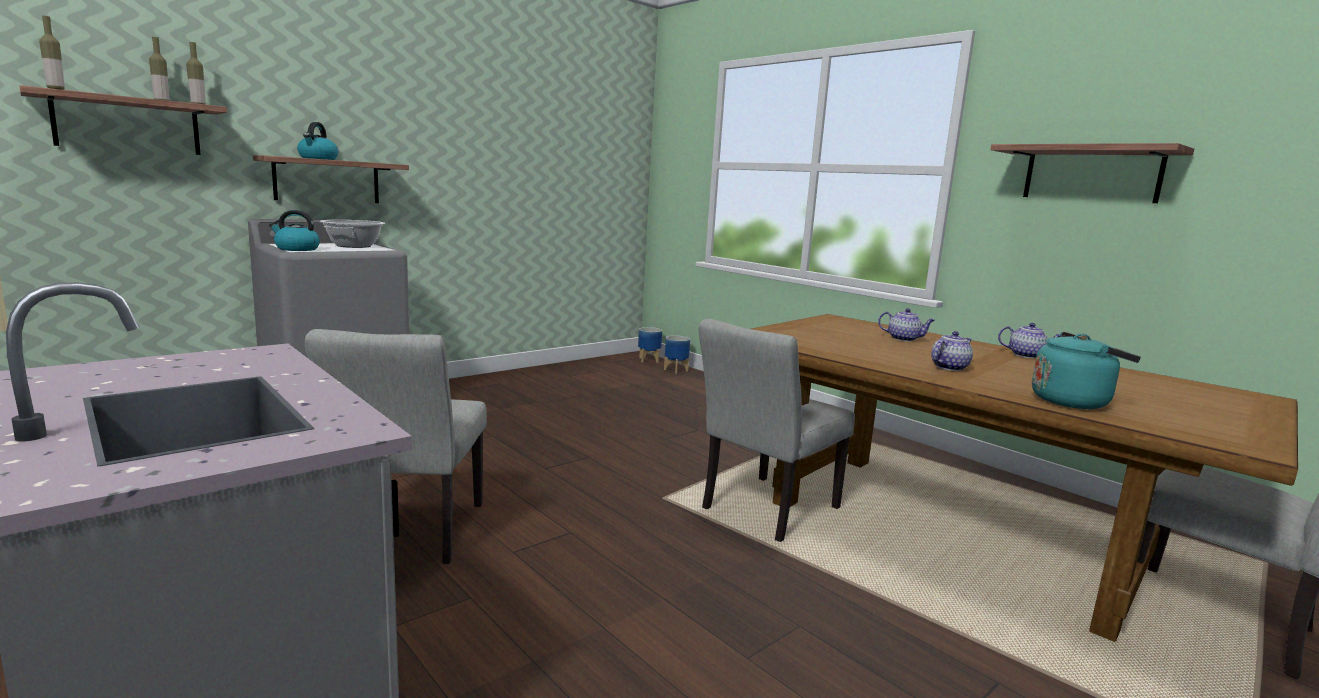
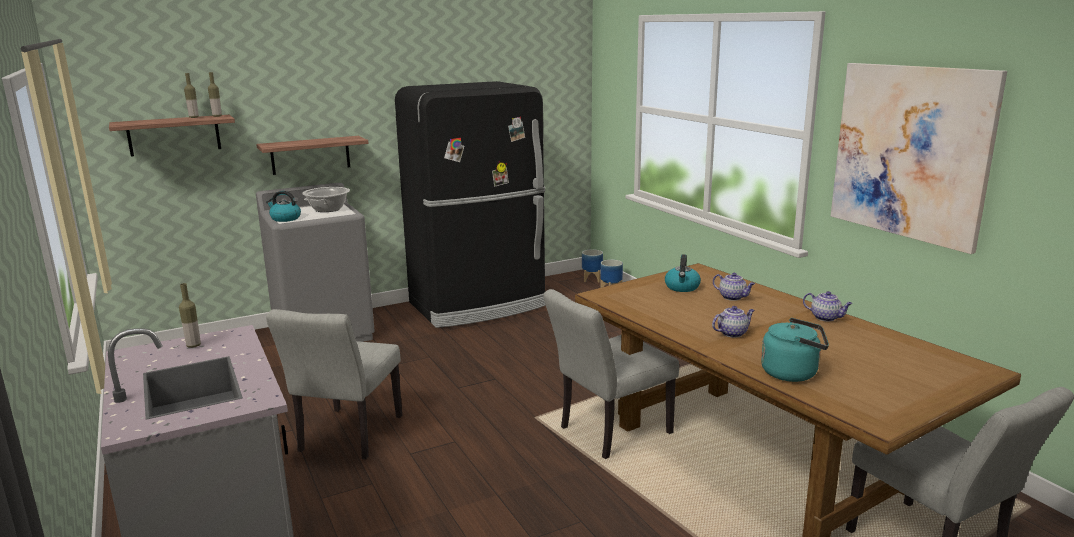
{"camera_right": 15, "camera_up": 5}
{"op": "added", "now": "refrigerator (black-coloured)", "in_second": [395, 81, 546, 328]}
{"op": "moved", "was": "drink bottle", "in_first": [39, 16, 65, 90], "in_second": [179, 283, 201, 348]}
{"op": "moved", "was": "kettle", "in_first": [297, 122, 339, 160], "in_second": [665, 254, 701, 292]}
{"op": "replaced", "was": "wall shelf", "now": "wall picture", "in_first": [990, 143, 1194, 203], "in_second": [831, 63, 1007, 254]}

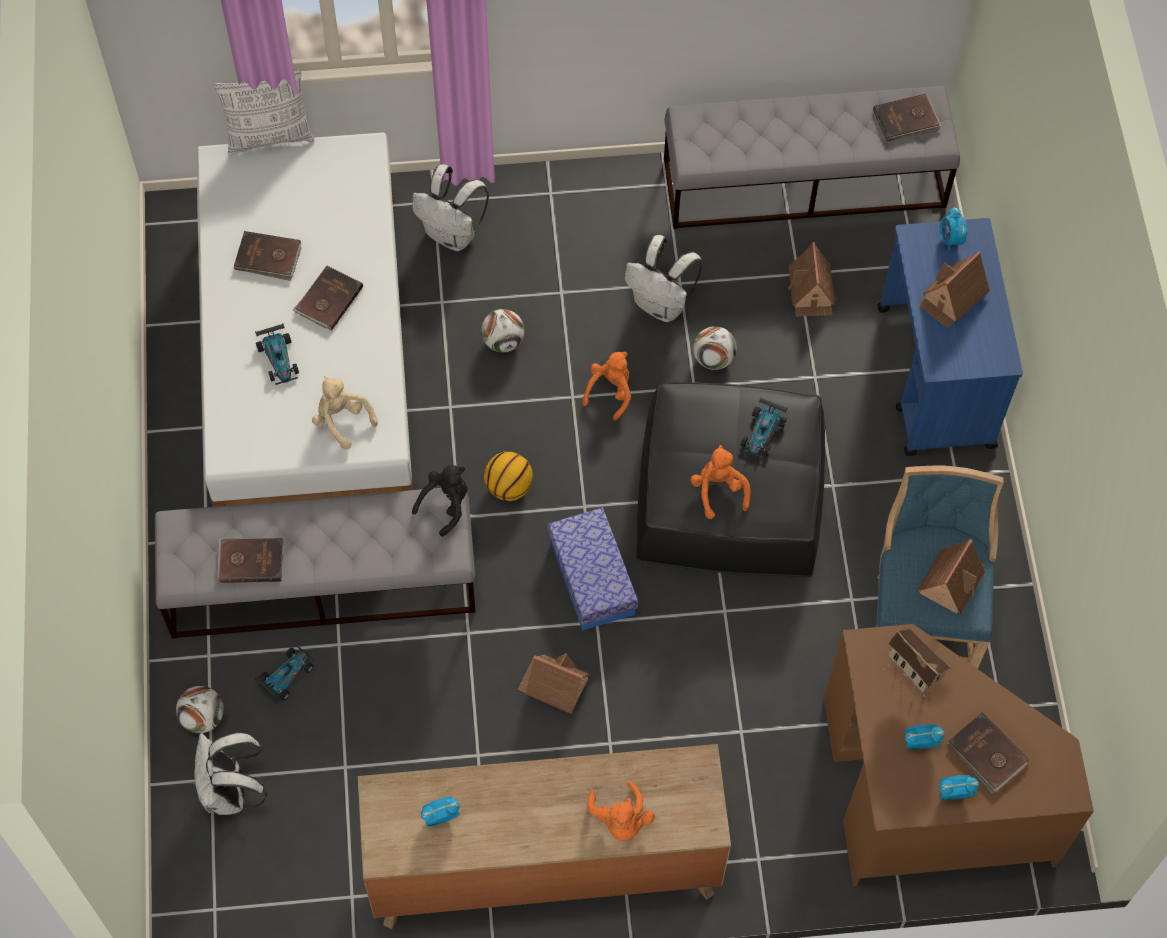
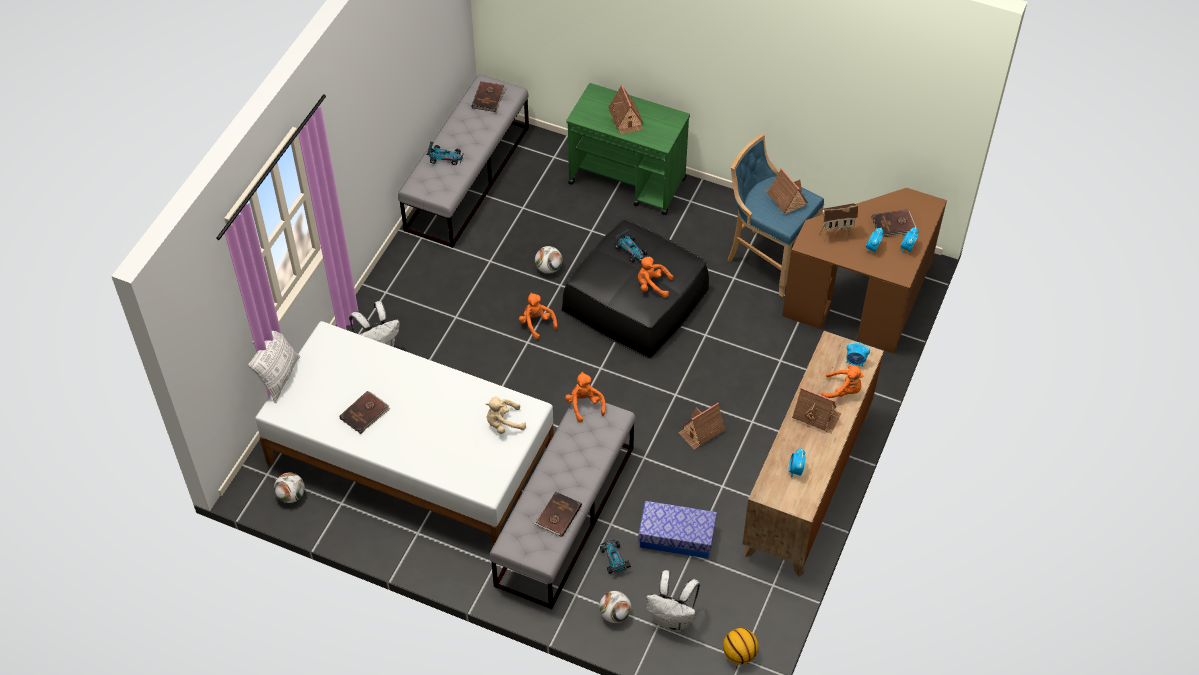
{"camera_right": -60, "camera_up": -10}
{"op": "removed", "was": "volume (brown)", "in_first": [293, 266, 363, 330]}
{"op": "removed", "was": "backpack (white-coloured)", "in_first": [625, 235, 703, 322]}
{"op": "moved", "was": "toy car", "in_first": [255, 323, 299, 385], "in_second": [426, 142, 464, 165]}
{"op": "moved", "was": "football", "in_first": [481, 309, 524, 352], "in_second": [274, 473, 305, 503]}
{"op": "moved", "was": "ball for basketball", "in_first": [484, 451, 533, 501], "in_second": [723, 628, 758, 665]}
{"op": "moved", "was": "storage box", "in_first": [548, 507, 638, 631], "in_second": [638, 501, 717, 559]}
{"op": "moved", "was": "model house", "in_first": [788, 242, 835, 317], "in_second": [792, 387, 841, 434]}
{"op": "moved", "was": "bedside clock", "in_first": [940, 207, 968, 251], "in_second": [846, 342, 870, 367]}
{"op": "recoloured", "was": "cuddly toy (black-coloured)", "now": "cuddly toy (orange)", "in_first": [412, 465, 467, 536], "in_second": [565, 372, 606, 423]}
{"op": "recoloured", "was": "cart (blue)", "now": "cart (green-coloured)", "in_first": [877, 218, 1023, 456], "in_second": [566, 83, 690, 215]}

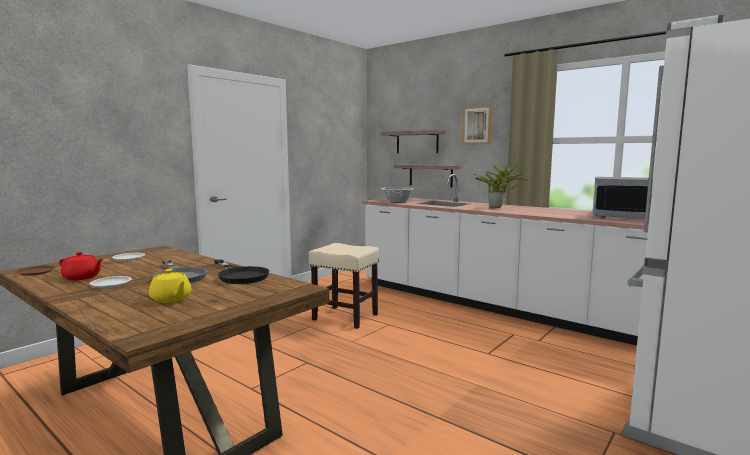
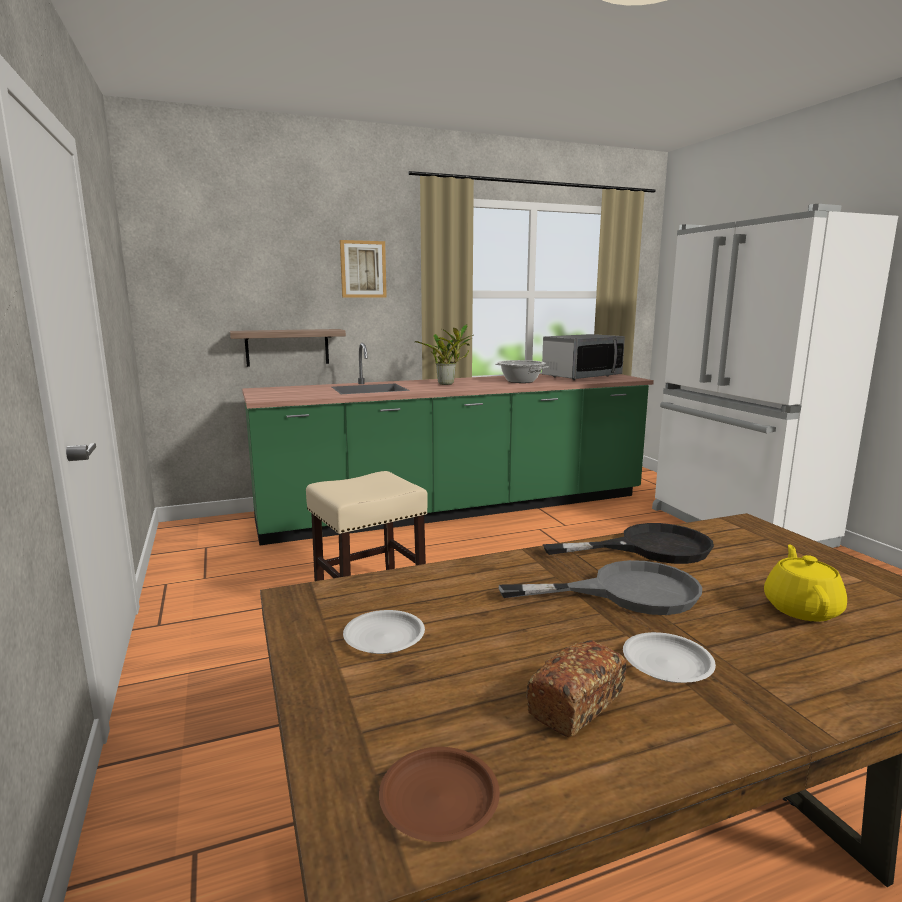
{"camera_right": -60, "camera_up": 5}
{"op": "removed", "was": "wall shelf", "in_first": [381, 130, 446, 153]}
{"op": "moved", "was": "cooking pot", "in_first": [381, 187, 414, 203], "in_second": [495, 360, 549, 383]}
{"op": "replaced", "was": "tea pot (reddish)", "now": "baked bread", "in_first": [59, 252, 103, 280], "in_second": [526, 640, 627, 737]}
{"op": "recoloured", "was": "kitchen base unit (white-coloured)", "now": "kitchen base unit (green-coloured)", "in_first": [362, 174, 648, 346], "in_second": [242, 343, 654, 546]}
{"op": "turned", "was": "tea pot (yellow)", "in_first": [149, 269, 192, 303], "in_second": [764, 545, 847, 622], "clockwise": -60}

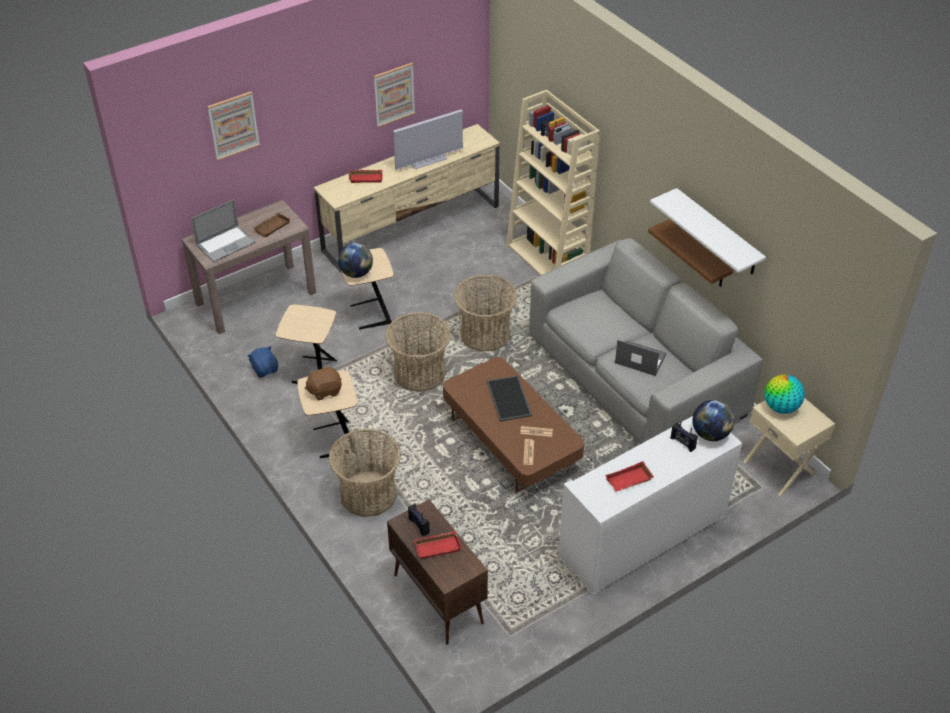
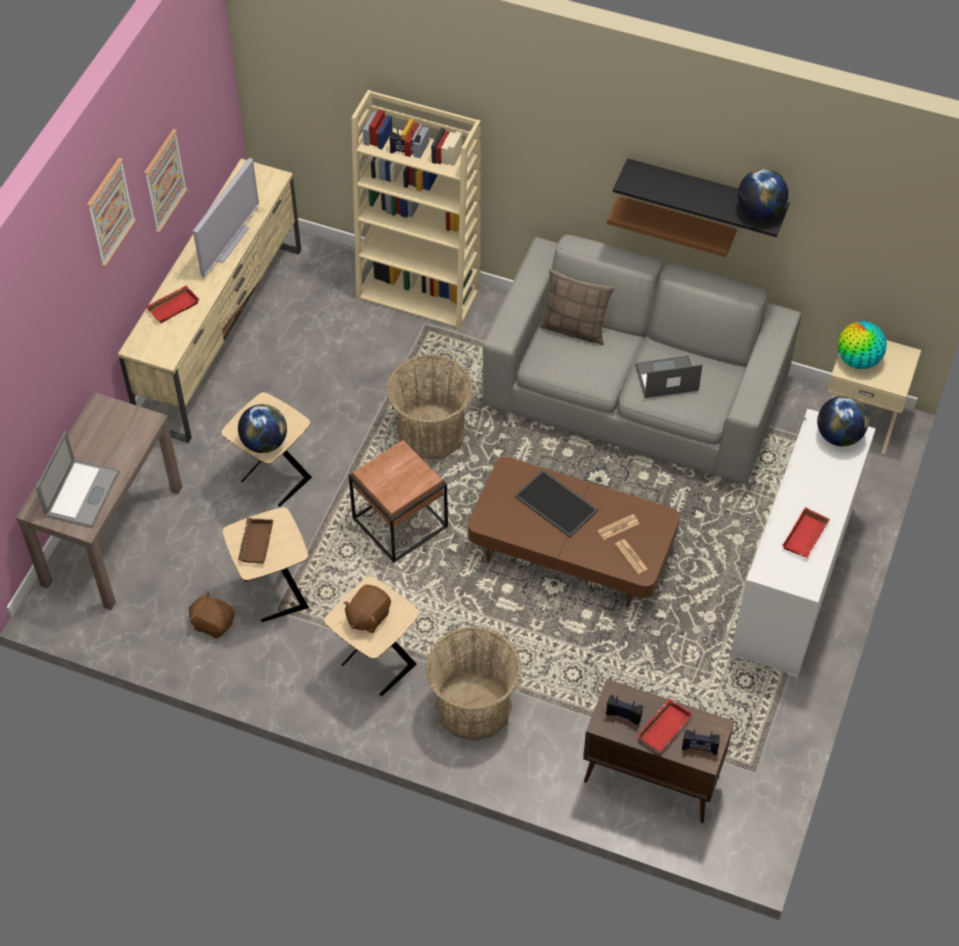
{"camera_right": -35, "camera_up": 10}
{"op": "added", "now": "cushion", "in_second": [540, 269, 615, 345]}
{"op": "added", "now": "globe", "in_second": [738, 168, 789, 219]}
{"op": "moved", "was": "wall picture", "in_first": [207, 91, 260, 161], "in_second": [87, 158, 136, 267]}
{"op": "moved", "was": "serving tray (brown)", "in_first": [253, 212, 290, 237], "in_second": [238, 518, 273, 563]}
{"op": "moved", "was": "radio", "in_first": [670, 421, 698, 452], "in_second": [682, 729, 720, 755]}
{"op": "replaced", "was": "storage basket", "now": "end table (brown)", "in_first": [385, 312, 451, 392], "in_second": [349, 440, 448, 563]}
{"op": "recoloured", "was": "cuddly toy (blue)", "now": "cuddly toy (brown)", "in_first": [247, 346, 278, 378], "in_second": [189, 591, 235, 639]}
{"op": "recoloured", "was": "wall shelf (white-coloured)", "now": "wall shelf (black-coloured)", "in_first": [650, 188, 766, 275], "in_second": [613, 158, 790, 237]}

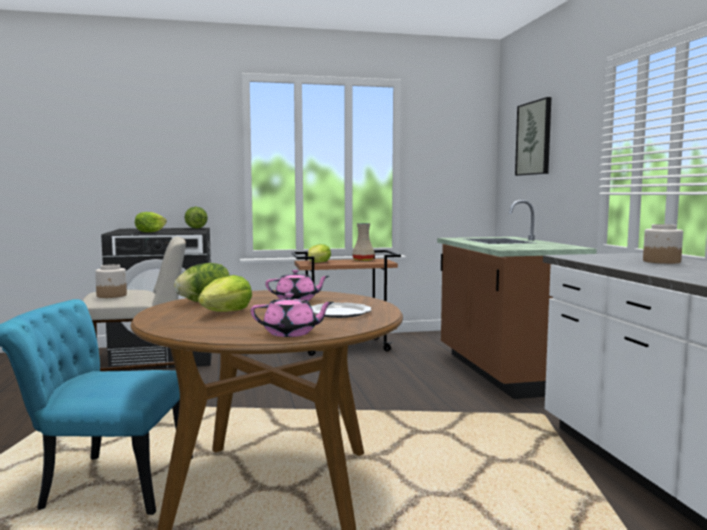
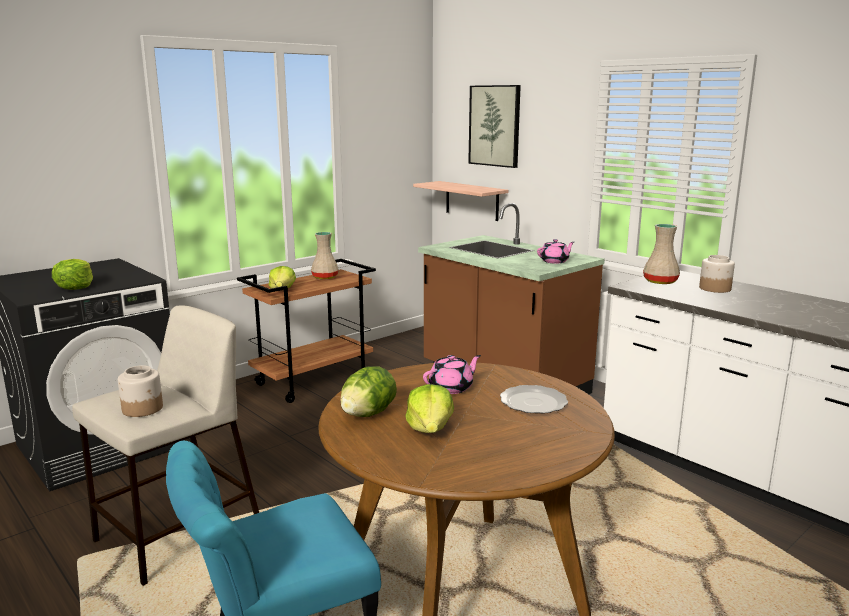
{"camera_right": -30, "camera_up": 10}
{"op": "removed", "was": "lettuce head", "in_first": [184, 207, 208, 229]}
{"op": "added", "now": "wall shelf", "in_second": [413, 181, 508, 221]}
{"op": "added", "now": "flower vase (sand-coloured)", "in_second": [643, 224, 680, 284]}
{"op": "moved", "was": "tea pot (pink)", "in_first": [250, 293, 334, 337], "in_second": [537, 239, 574, 264]}

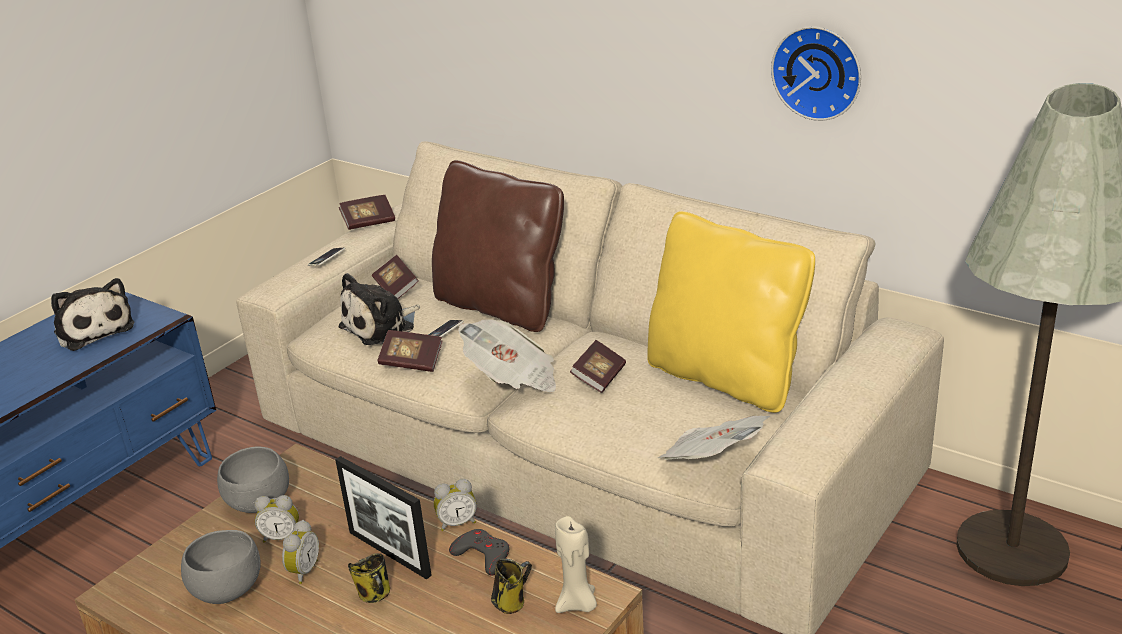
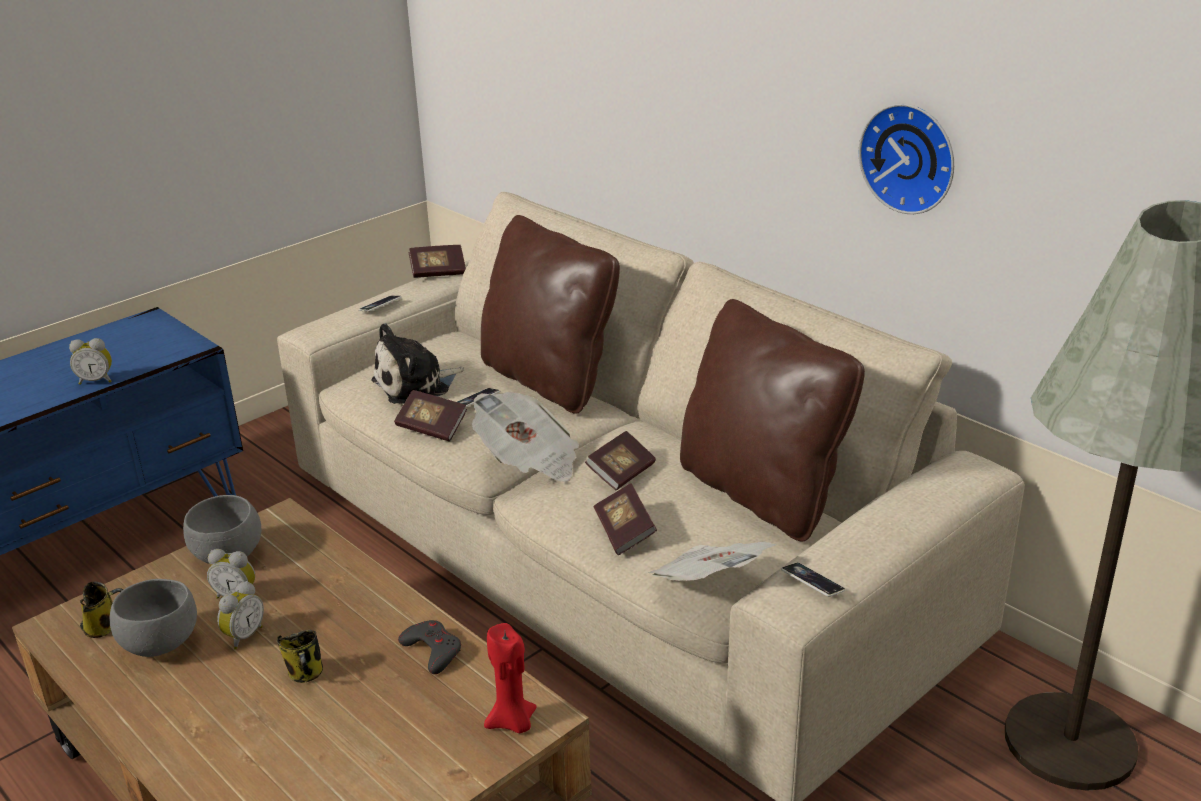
{"camera_right": 10, "camera_up": 0}
{"op": "removed", "was": "cuddly toy", "in_first": [51, 278, 135, 351]}
{"op": "removed", "was": "picture frame", "in_first": [335, 456, 432, 579]}
{"op": "added", "now": "telephone", "in_second": [781, 563, 845, 597]}
{"op": "moved", "was": "volume", "in_first": [372, 255, 419, 299], "in_second": [594, 483, 657, 555]}
{"op": "moved", "was": "bedside clock", "in_first": [434, 479, 477, 531], "in_second": [69, 338, 112, 385]}
{"op": "moved", "was": "coffee mug", "in_first": [491, 559, 532, 614], "in_second": [80, 581, 123, 638]}
{"op": "recoloured", "was": "wax light (sand-coloured)", "now": "wax light (reddish)", "in_first": [555, 516, 597, 613], "in_second": [484, 623, 537, 733]}
{"op": "recoloured", "was": "cushion (yellow)", "now": "cushion (brown)", "in_first": [647, 211, 815, 413], "in_second": [680, 299, 865, 542]}

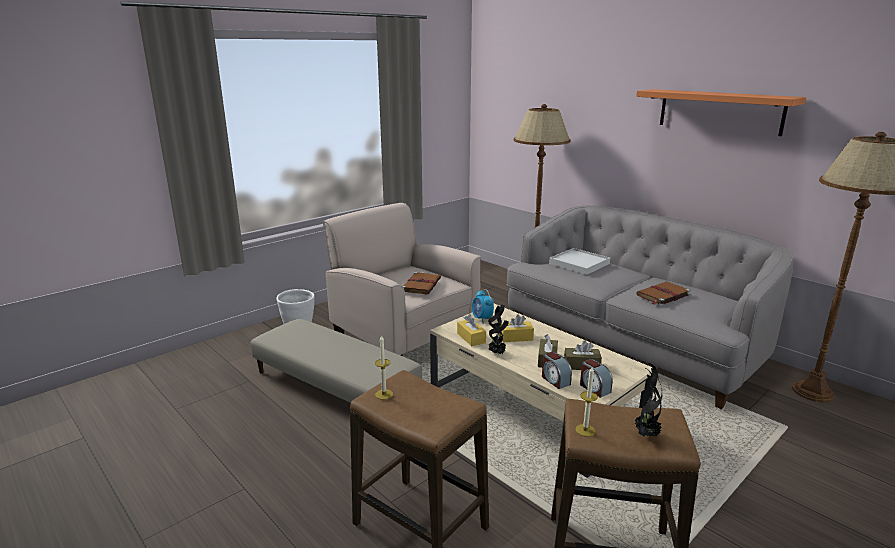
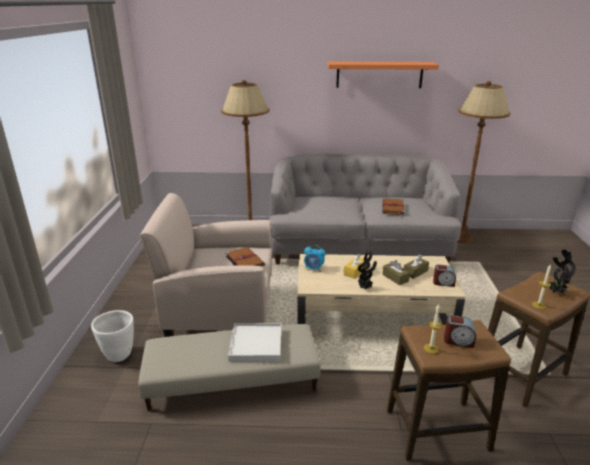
{"camera_right": -45, "camera_up": 5}
{"op": "removed", "was": "tissue box (yellow)", "in_first": [457, 314, 486, 346]}
{"op": "moved", "was": "bedside clock", "in_first": [542, 352, 572, 389], "in_second": [444, 315, 476, 348]}
{"op": "moved", "was": "serving tray (white-coloured)", "in_first": [549, 248, 610, 275], "in_second": [228, 323, 281, 362]}

